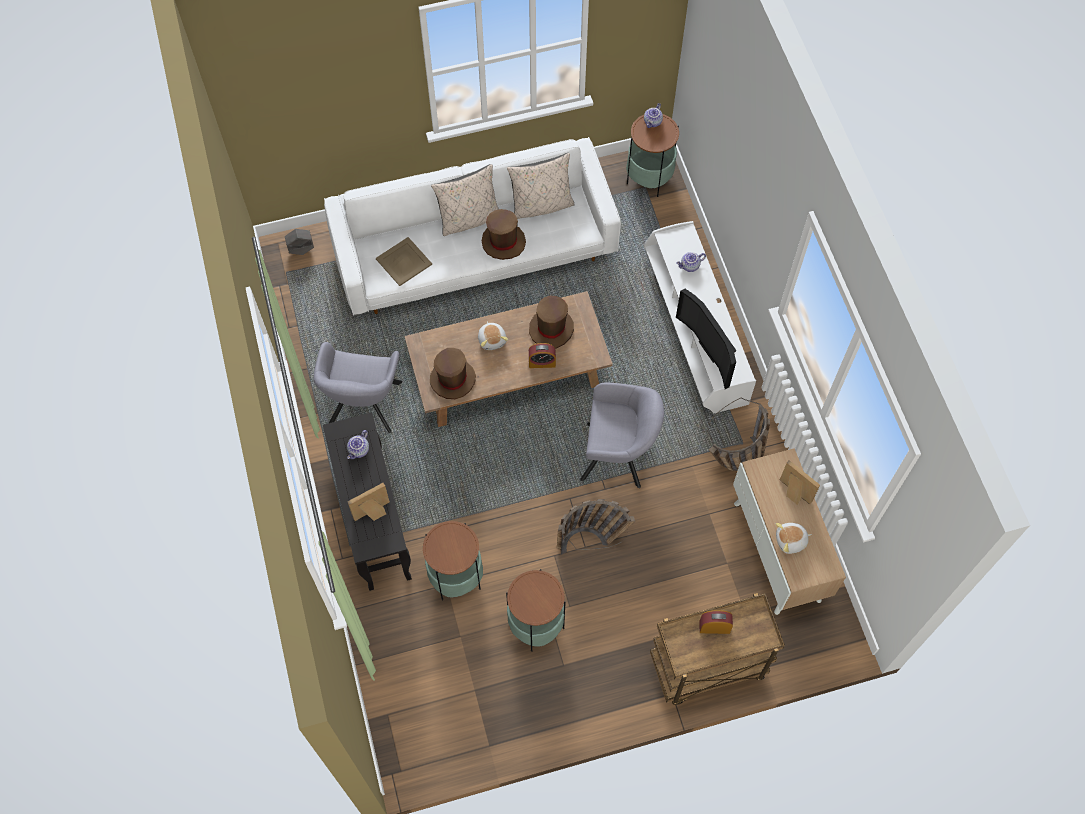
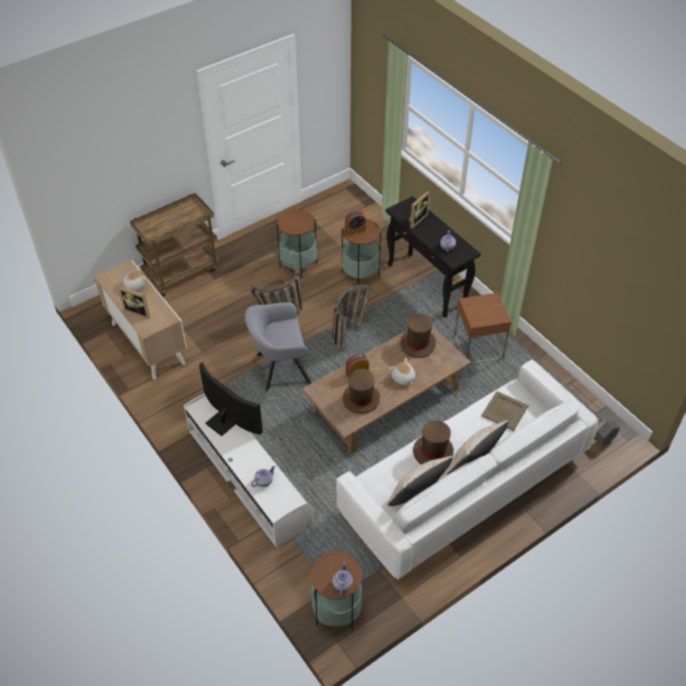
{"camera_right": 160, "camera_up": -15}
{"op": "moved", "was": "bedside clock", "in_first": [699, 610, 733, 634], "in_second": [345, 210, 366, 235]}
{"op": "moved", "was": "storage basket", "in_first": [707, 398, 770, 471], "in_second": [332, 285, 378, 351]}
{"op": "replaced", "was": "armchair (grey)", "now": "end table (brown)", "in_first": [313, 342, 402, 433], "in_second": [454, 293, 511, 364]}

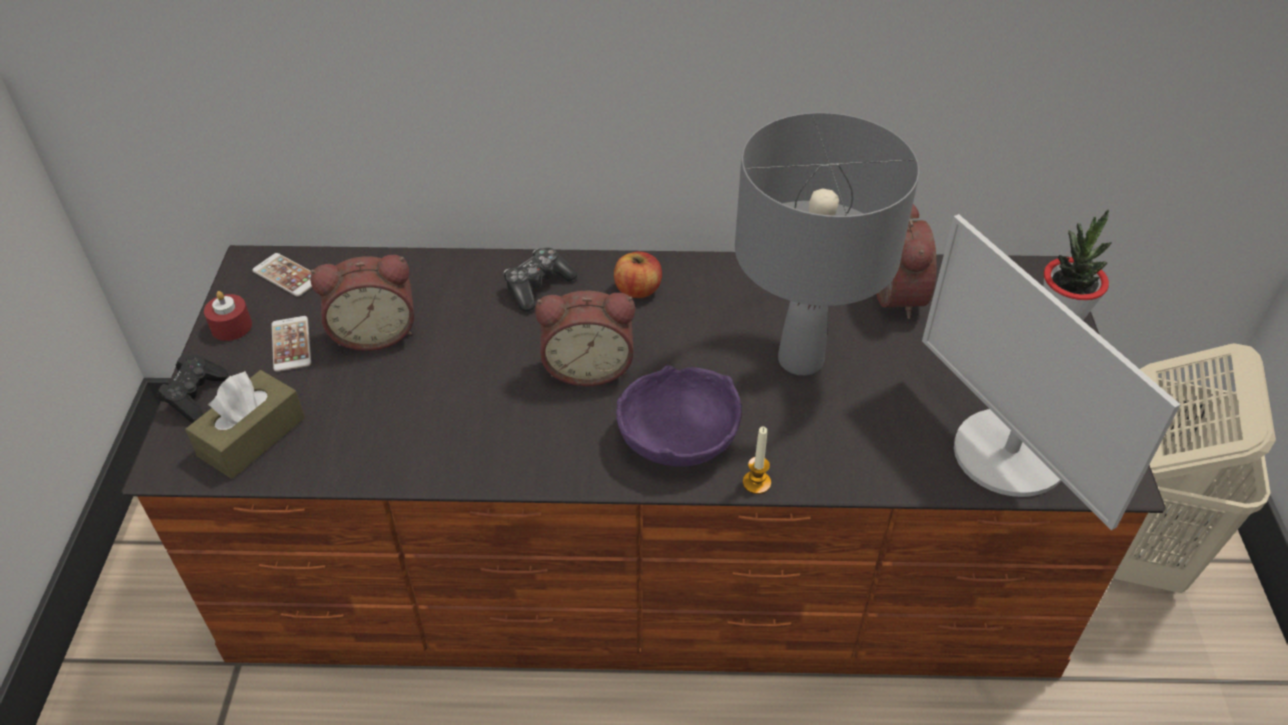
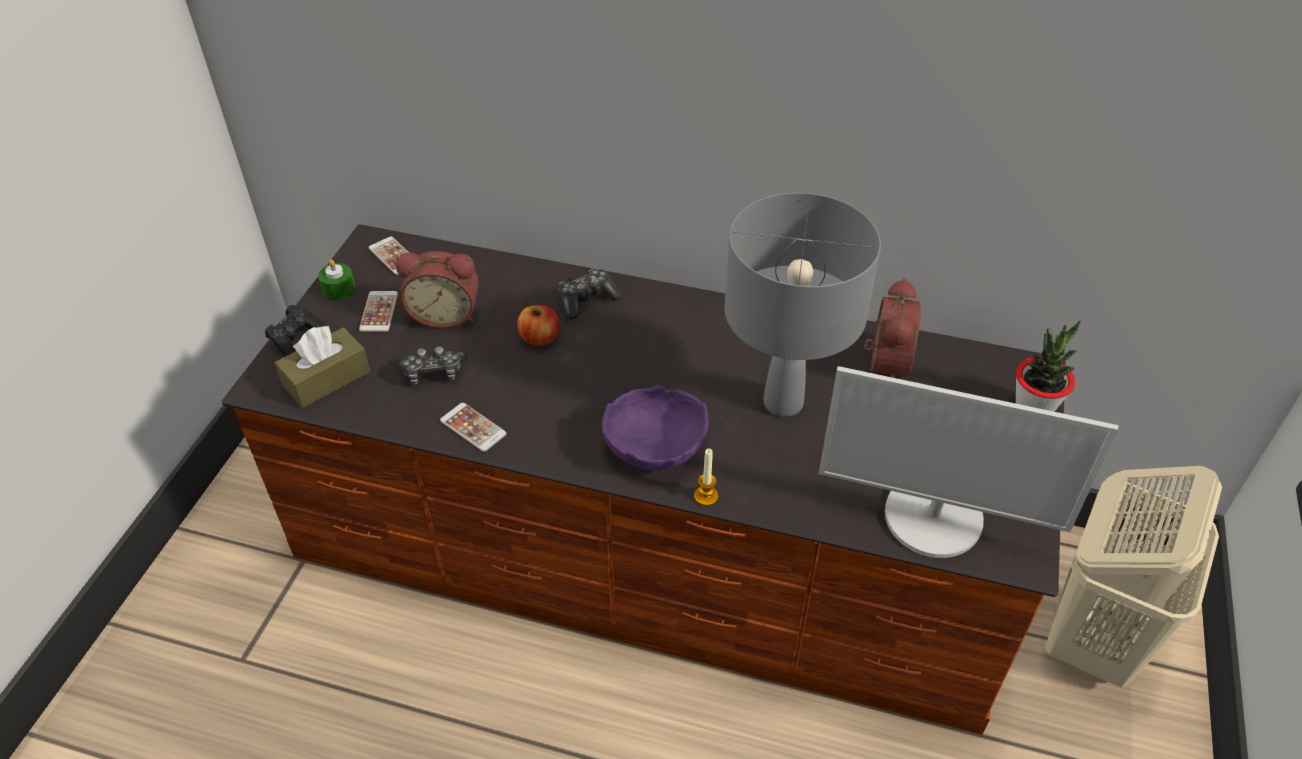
{"camera_right": 15, "camera_up": 0}
{"op": "removed", "was": "bedside clock", "in_first": [535, 291, 635, 386]}
{"op": "added", "now": "joypad", "in_second": [399, 346, 467, 385]}
{"op": "added", "now": "telephone", "in_second": [440, 403, 506, 452]}
{"op": "moved", "was": "apple", "in_first": [614, 252, 662, 298], "in_second": [517, 305, 560, 346]}
{"op": "recoloured", "was": "wax light (reddish)", "now": "wax light (green-coloured)", "in_first": [204, 291, 252, 341], "in_second": [318, 260, 356, 300]}
{"op": "turned", "was": "computer display", "in_first": [922, 214, 1181, 530], "in_second": [819, 366, 1118, 558], "clockwise": -60}

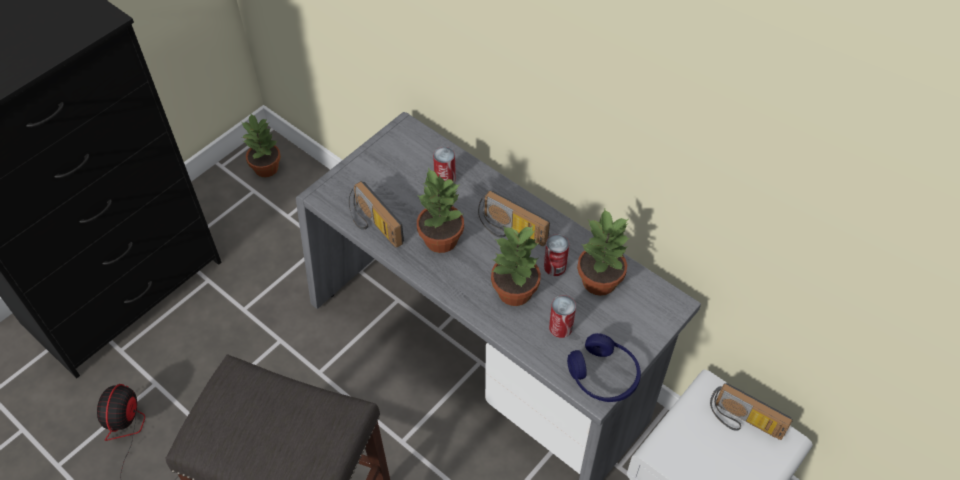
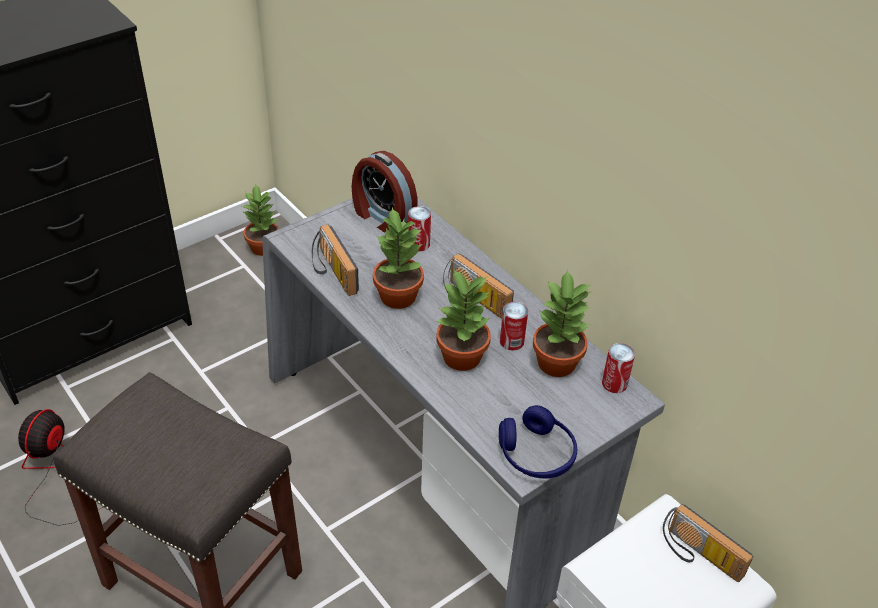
{"camera_right": 10, "camera_up": -10}
{"op": "added", "now": "bedside clock", "in_second": [352, 151, 417, 233]}
{"op": "moved", "was": "metal can", "in_first": [549, 295, 576, 338], "in_second": [602, 343, 635, 393]}

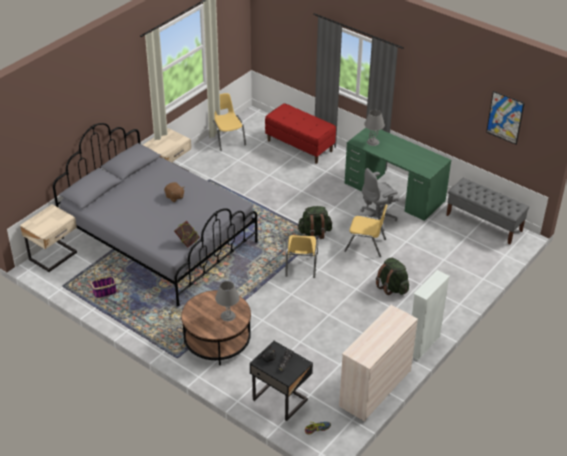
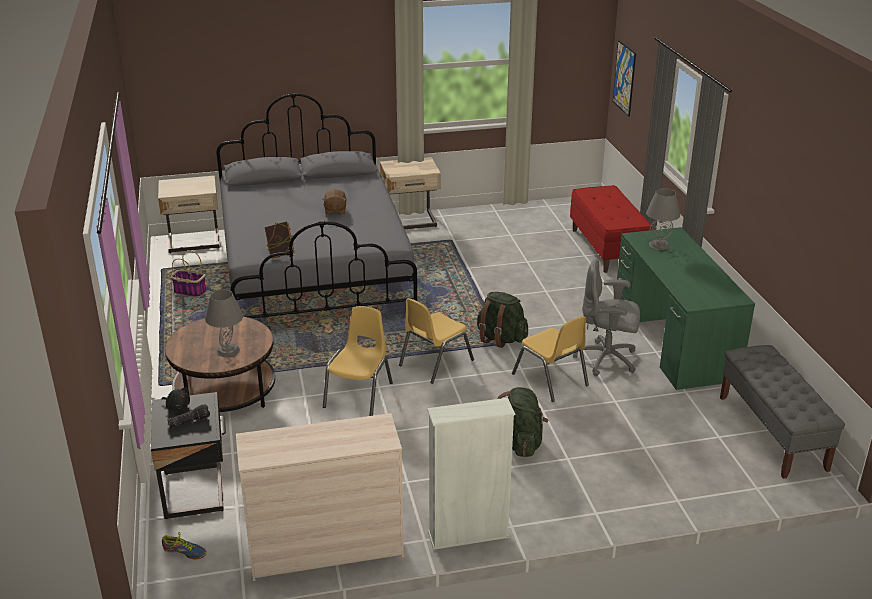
{"camera_right": 40, "camera_up": -10}
{"op": "moved", "was": "chair (yellow)", "in_first": [213, 93, 246, 151], "in_second": [323, 306, 393, 416]}
{"op": "moved", "was": "wall picture", "in_first": [486, 91, 525, 145], "in_second": [613, 41, 636, 117]}

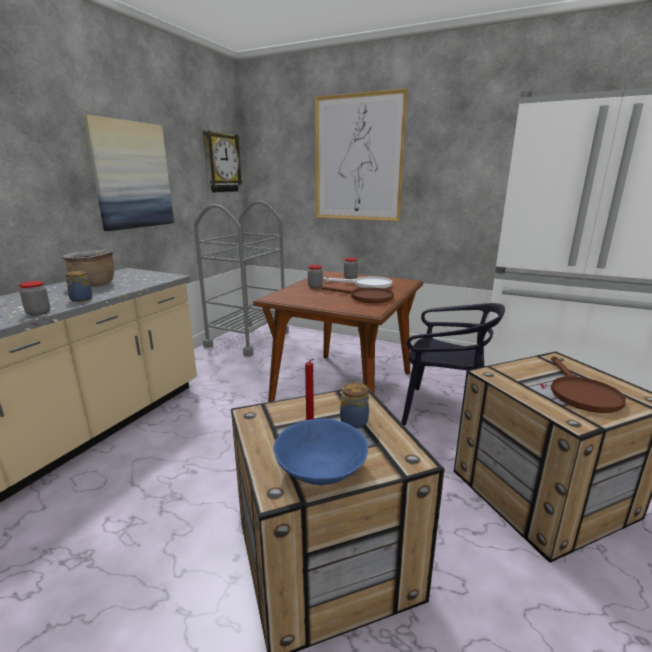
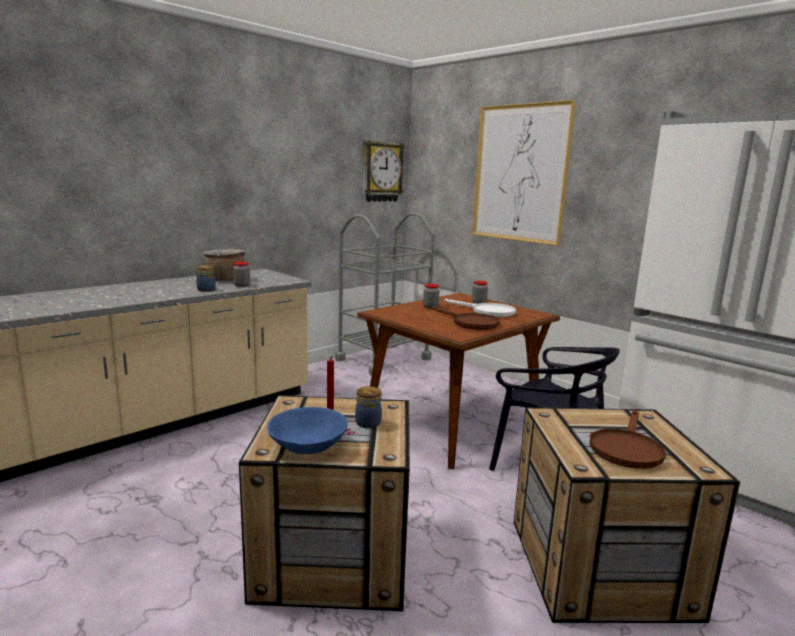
{"camera_right": 20, "camera_up": -5}
{"op": "removed", "was": "wall picture", "in_first": [83, 115, 174, 231]}
{"op": "moved", "was": "preserve jar", "in_first": [19, 281, 50, 316], "in_second": [233, 262, 250, 287]}

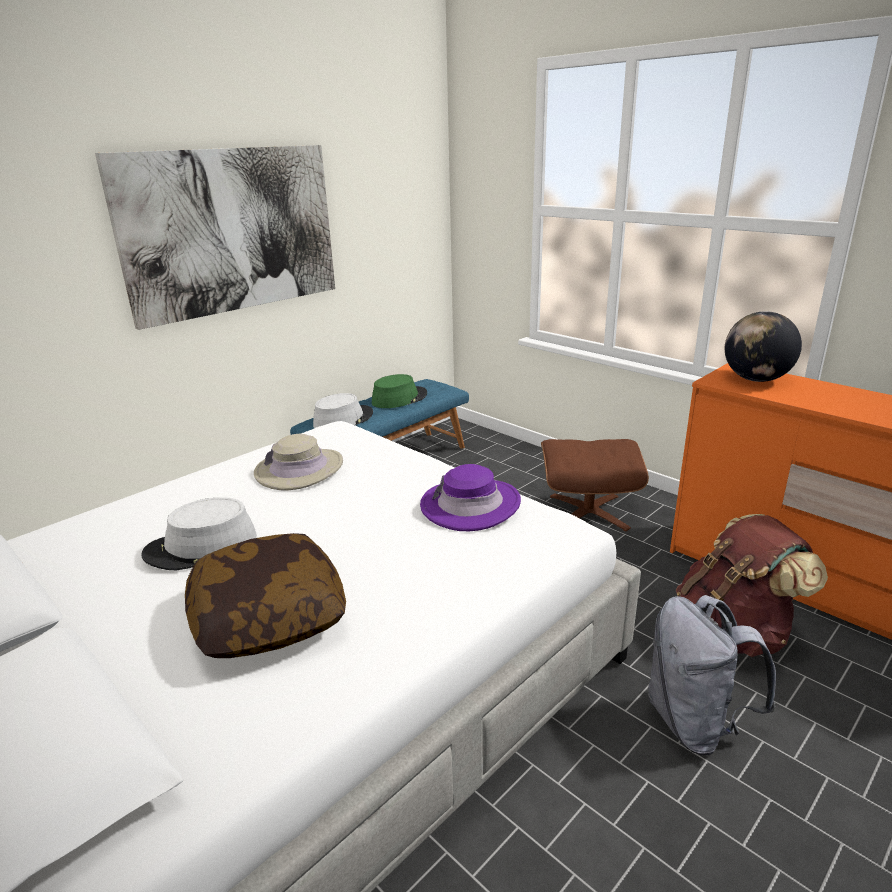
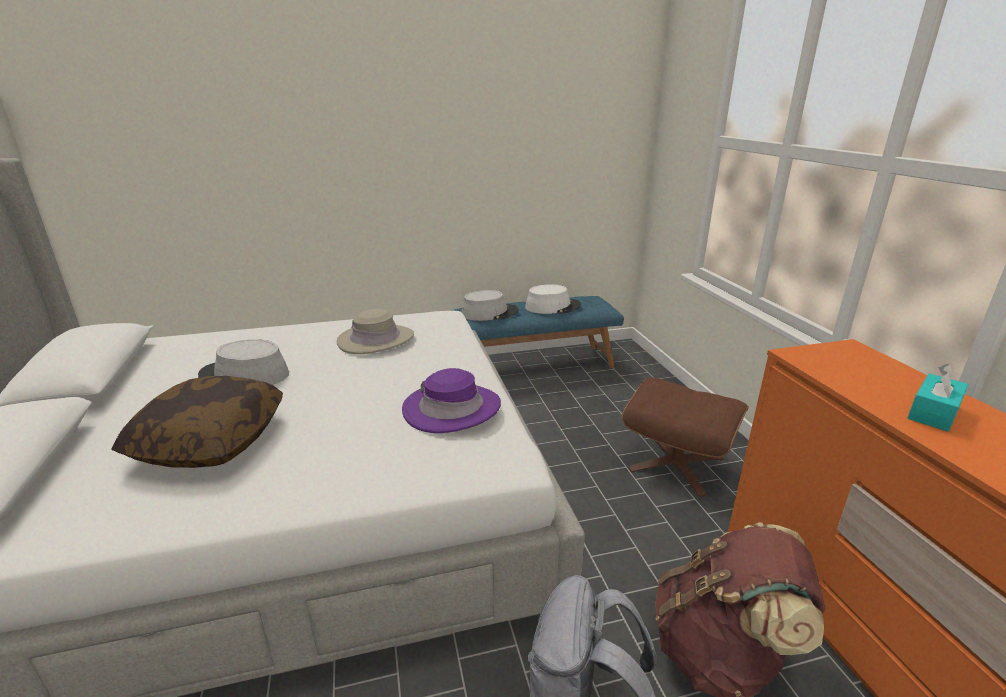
{"camera_right": 30, "camera_up": 0}
{"op": "removed", "was": "wall picture", "in_first": [95, 145, 335, 330]}
{"op": "removed", "was": "globe", "in_first": [725, 311, 802, 382]}
{"op": "added", "now": "tissue box (turquoise-coloured)", "in_second": [908, 364, 969, 432]}
{"op": "recoloured", "was": "wearable hat (green-coloured)", "now": "wearable hat (white-coloured)", "in_first": [372, 374, 427, 408], "in_second": [525, 284, 581, 314]}

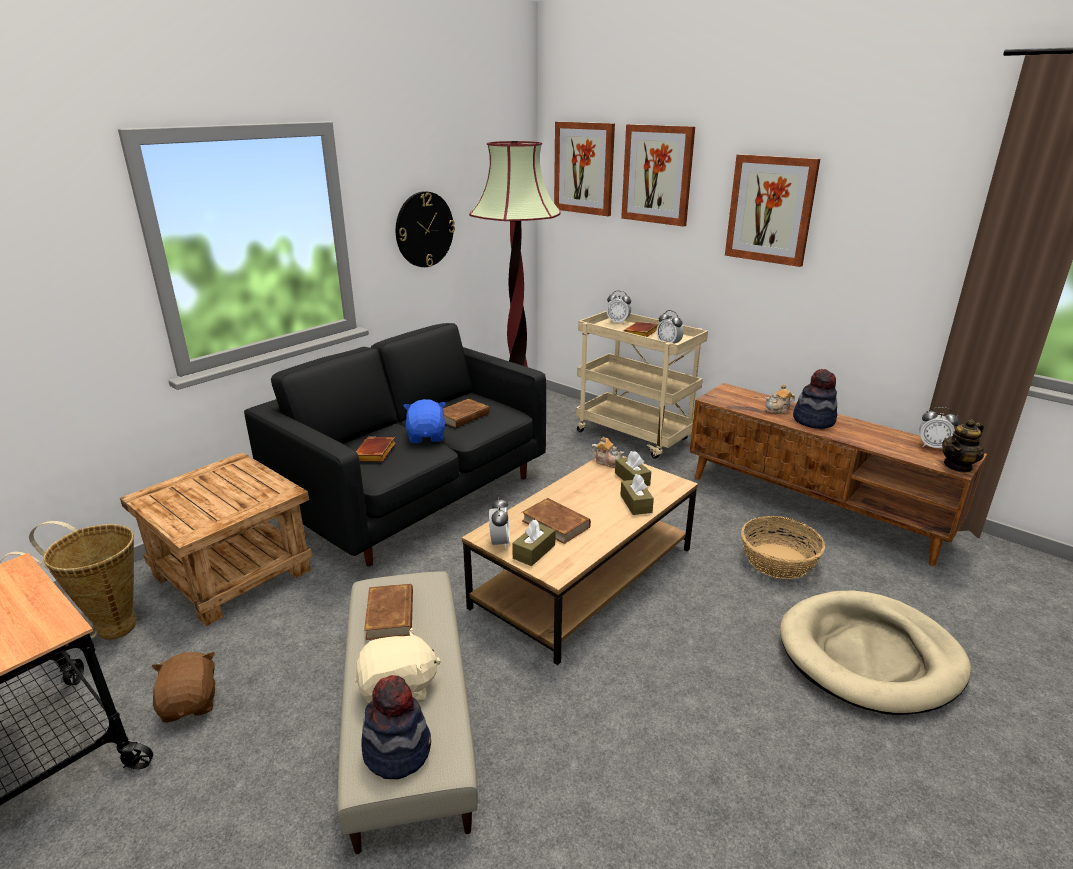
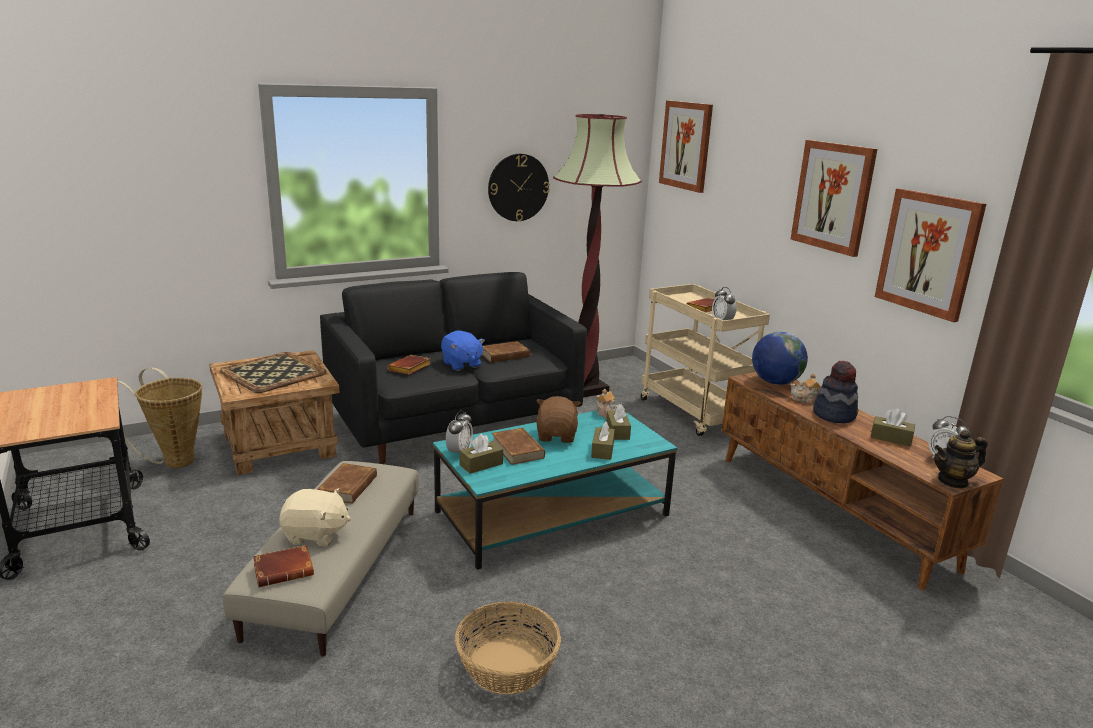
{"camera_right": 20, "camera_up": -5}
{"op": "removed", "was": "bedside clock", "in_first": [606, 291, 631, 324]}
{"op": "removed", "was": "dog cushion (sand-coloured)", "in_first": [780, 591, 971, 715]}
{"op": "added", "now": "serving tray", "in_second": [220, 352, 327, 393]}
{"op": "added", "now": "globe", "in_second": [752, 332, 808, 385]}
{"op": "added", "now": "tissue box (brown)", "in_second": [871, 409, 915, 447]}
{"op": "moved", "was": "cuddly toy (brown)", "in_first": [152, 652, 215, 722], "in_second": [536, 396, 580, 443]}
{"op": "moved", "was": "wall picture", "in_first": [621, 124, 695, 227], "in_second": [875, 188, 986, 322]}
{"op": "moved", "was": "storage basket", "in_first": [741, 516, 825, 579], "in_second": [455, 602, 561, 695]}
{"op": "replaced", "was": "wearable hat", "now": "volume (brown)", "in_first": [361, 675, 431, 779], "in_second": [253, 545, 314, 587]}
{"op": "recoloured", "was": "lounge table (brown)", "now": "lounge table (turquoise-coloured)", "in_first": [462, 456, 698, 665], "in_second": [433, 410, 677, 570]}
{"op": "turned", "was": "cuddly toy (blue)", "in_first": [403, 399, 446, 443], "in_second": [441, 331, 485, 371], "clockwise": 135}

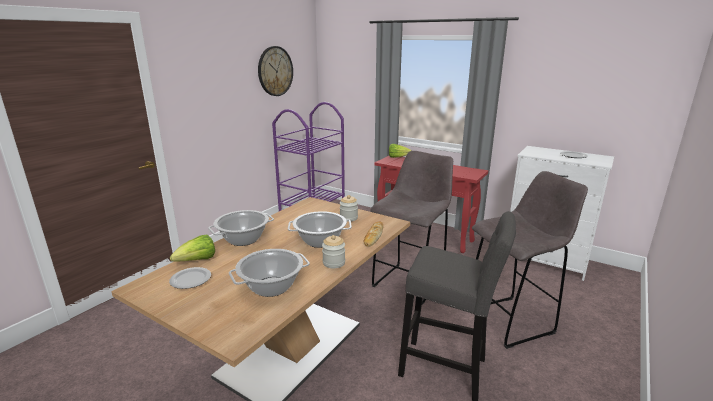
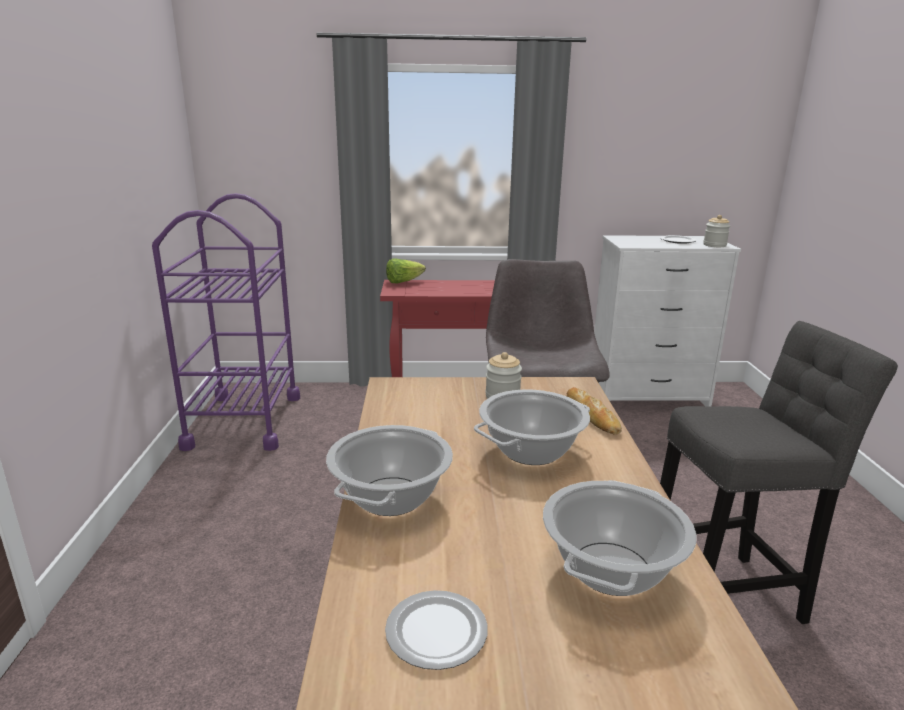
{"camera_right": -35, "camera_up": 0}
{"op": "removed", "was": "lettuce head", "in_first": [170, 235, 215, 261]}
{"op": "removed", "was": "clock on the wall", "in_first": [258, 46, 293, 96]}
{"op": "removed", "was": "stool seat (grey)", "in_first": [472, 171, 588, 349]}
{"op": "moved", "was": "preserve jar", "in_first": [322, 235, 345, 268], "in_second": [703, 215, 730, 247]}

